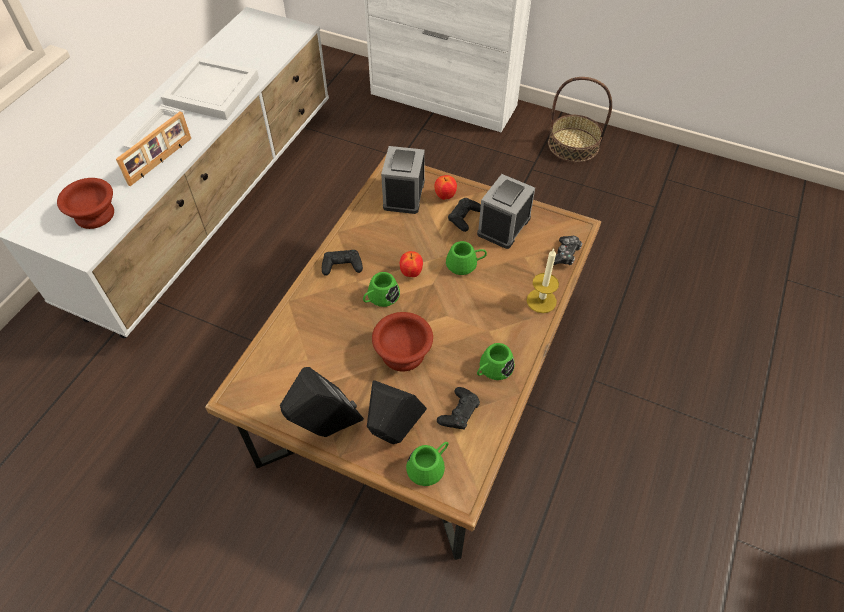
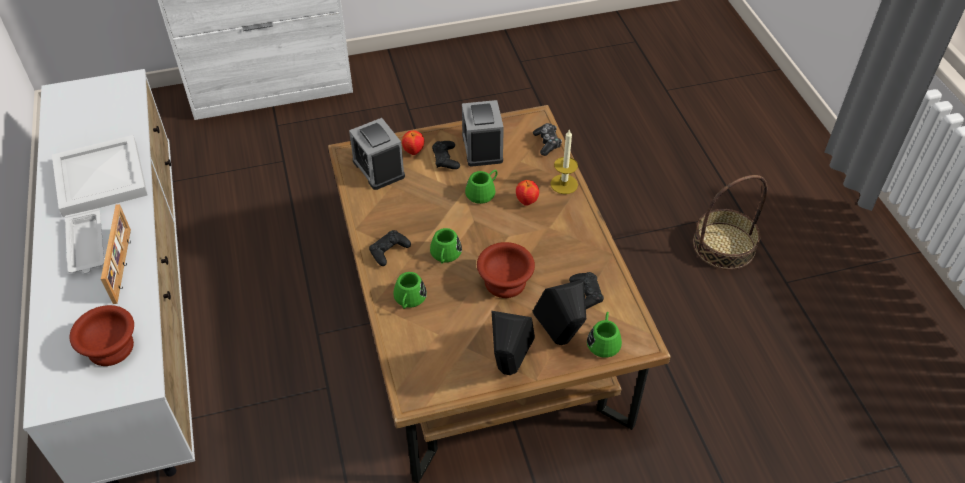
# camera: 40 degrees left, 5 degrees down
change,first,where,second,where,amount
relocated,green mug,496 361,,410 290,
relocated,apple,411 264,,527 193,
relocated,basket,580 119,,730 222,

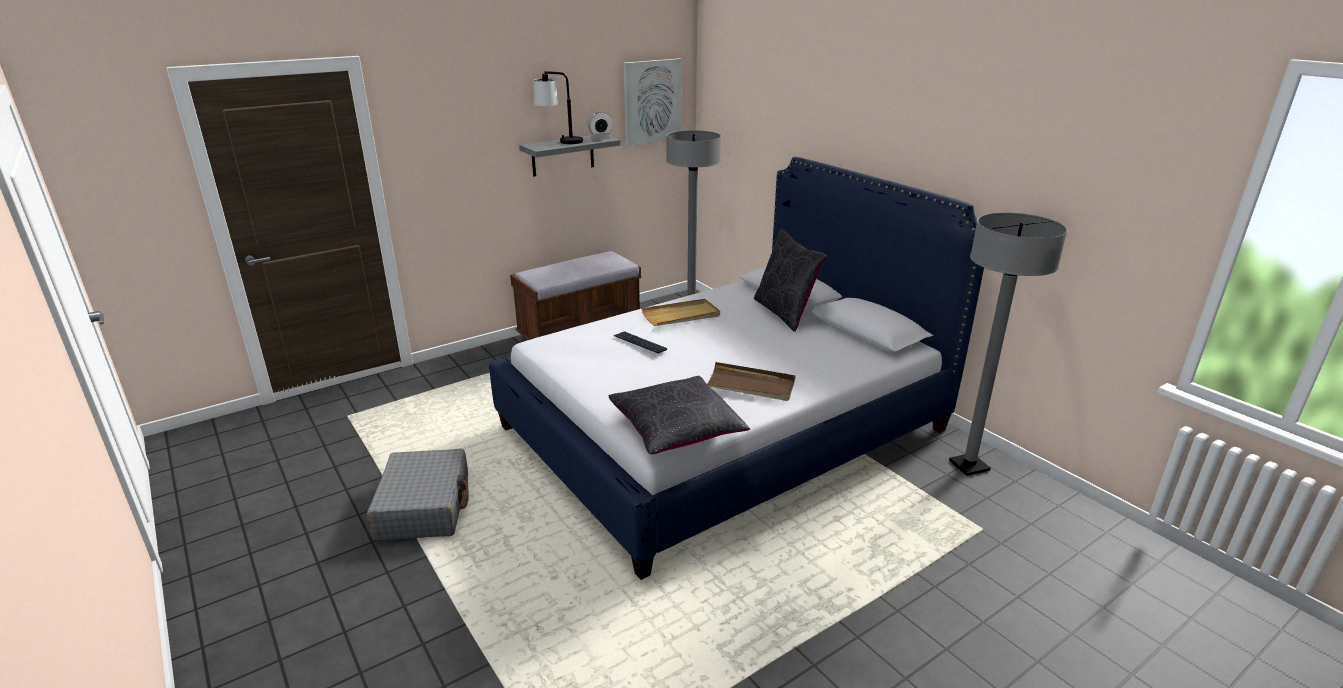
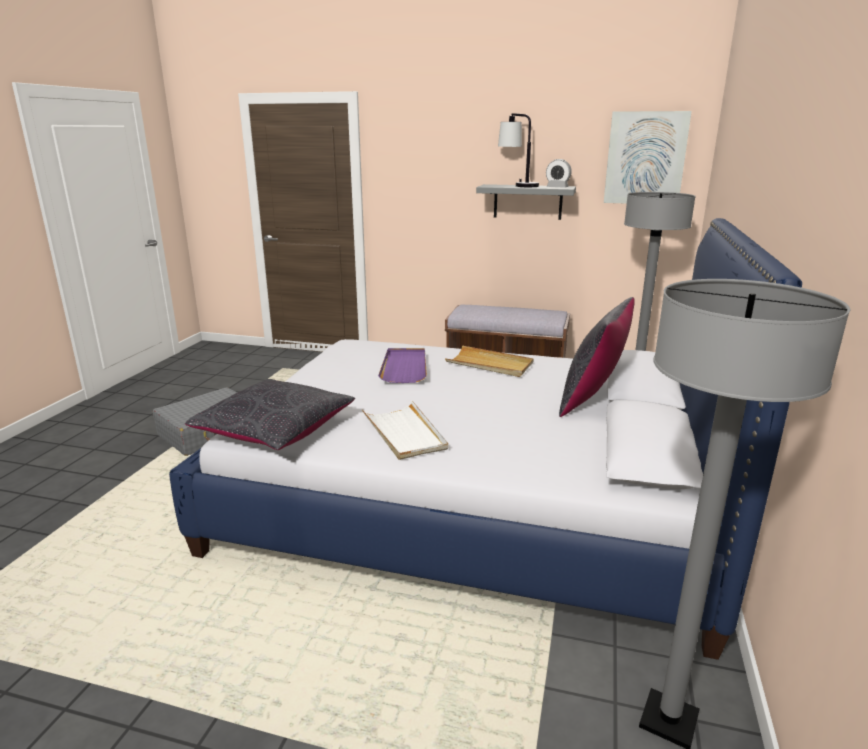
# camera: 50 degrees right, 5 degrees down
change,first,where,second,where,amount
colour,brown tray,751 381,white tray,405 430,
exchanged,keyboard,640 342,purple tray,402 365,

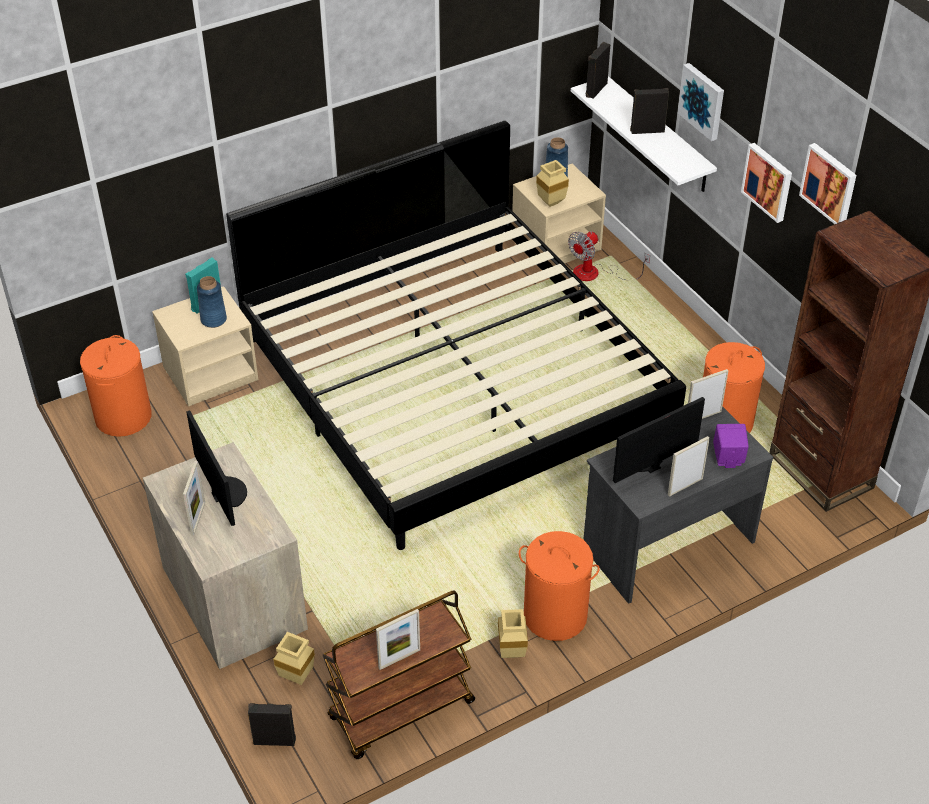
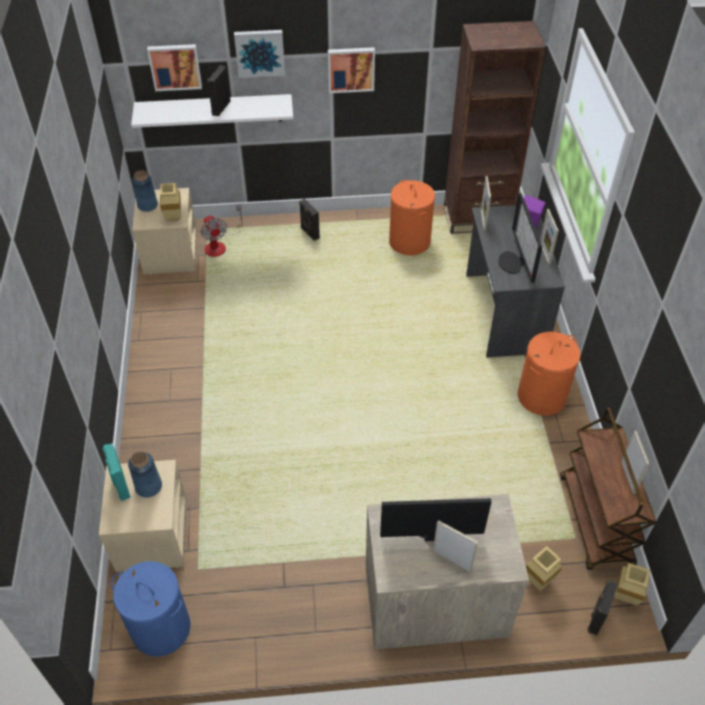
# camera: 65 degrees left, 5 degrees up
change,first,where,second,where,amount
colour,orange laundry basket,116 386,blue laundry basket,151 609,
relocated,picture,828 183,,174 67,
relocated,black speaker,598 70,,309 220,
relocated,beige vase,513 633,,632 584,
missing,bed,456 335,,,

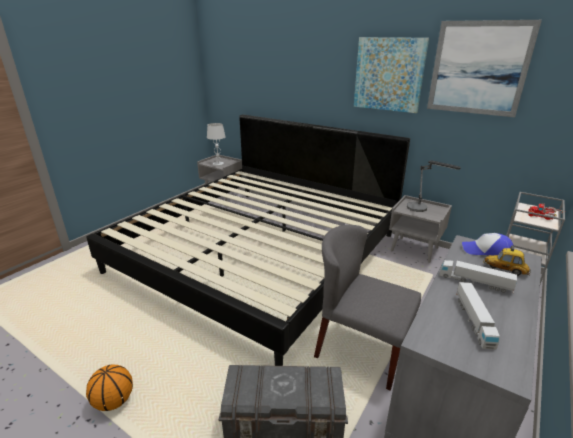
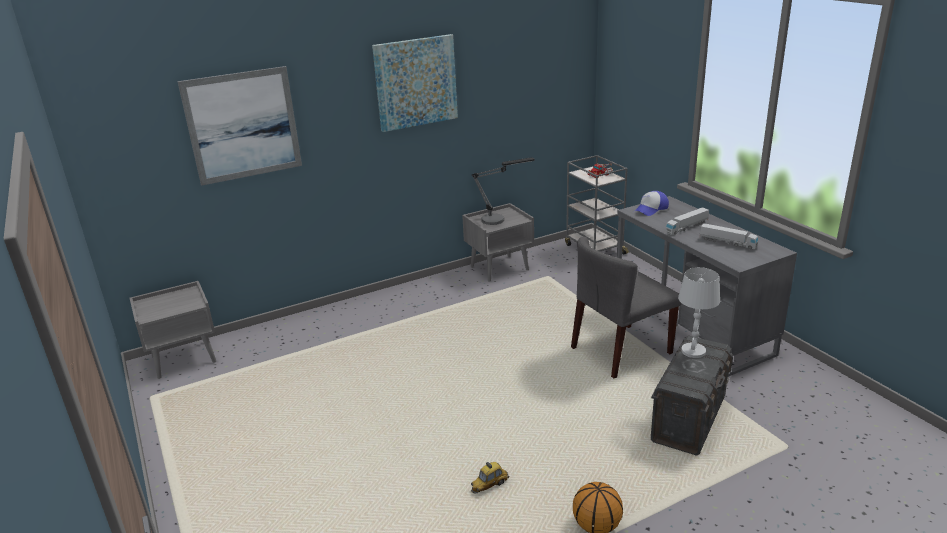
# camera: 60 degrees left, 0 degrees up
change,first,where,second,where,amount
relocated,picture,484 68,,240 126,
relocated,toy car,507 260,,490 478,
relocated,white table lamp,216 144,,699 312,
missing,bed,248 240,,,

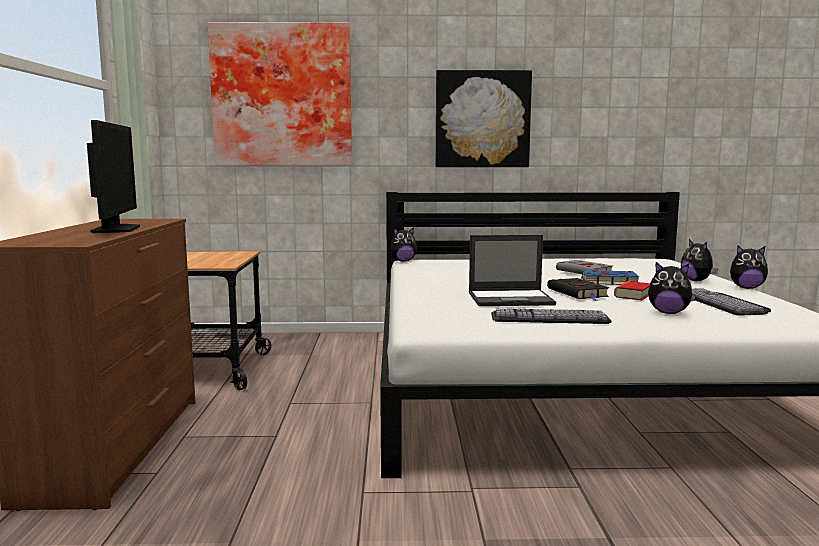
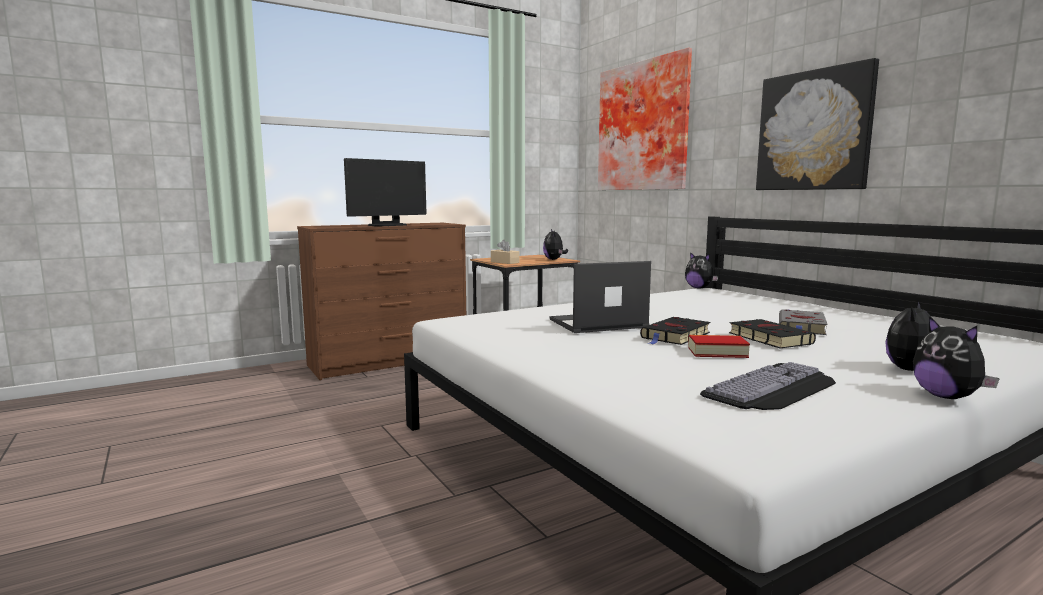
# camera: 60 degrees right, 0 degrees up
change,first,where,second,where,amount
appeared,,,beige tissue box,505 252,
relocated,plush toy,672 288,,555 244,
spun,laptop,512 270,,600 297,105 degrees clockwise
colour,blue book,609 277,black book,772 333,
missing,keyboard,551 316,,,

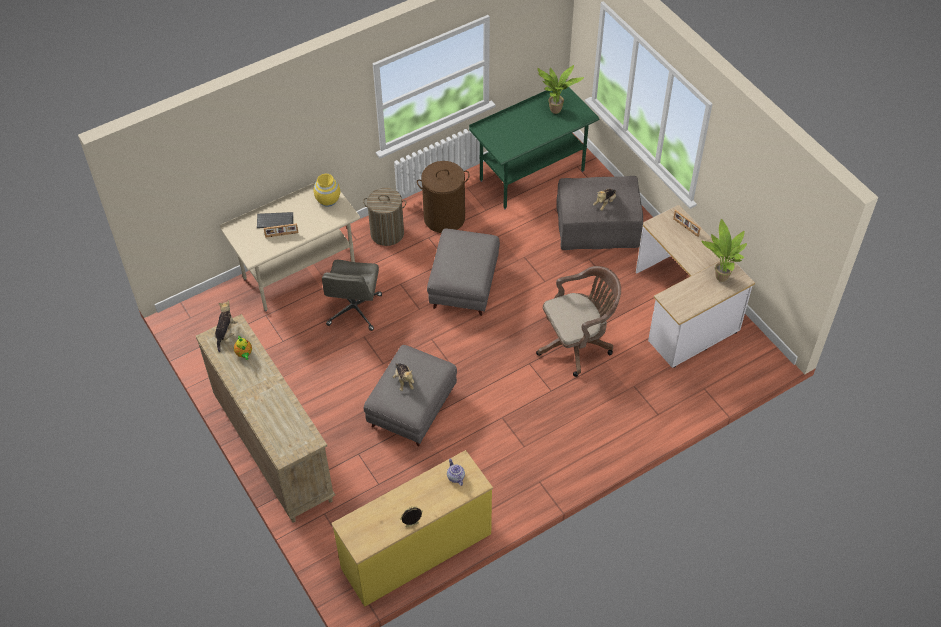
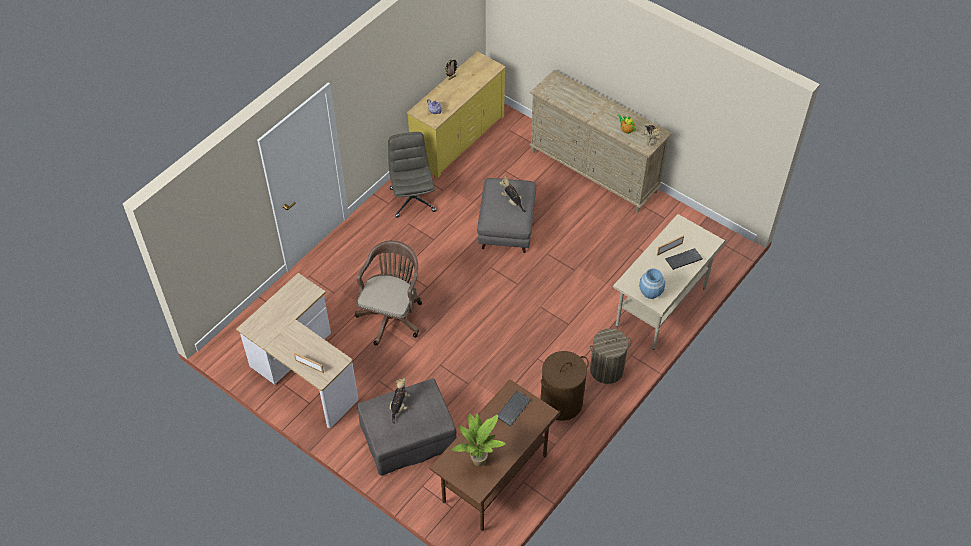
# camera: 160 degrees right, 0 degrees up
change,first,where,second,where,amount
spun,brown office chair,578 321,,388 292,150 degrees clockwise
relocated,grey office chair,352 295,,412 175,
colour,green desk,534 145,brown desk,495 455,
appeared,,,keyboard,514 408,
colour,yellow vase,326 190,blue vase,652 283,
missing,grey ottoman,463 272,,,
missing,potted plant,724 250,,,

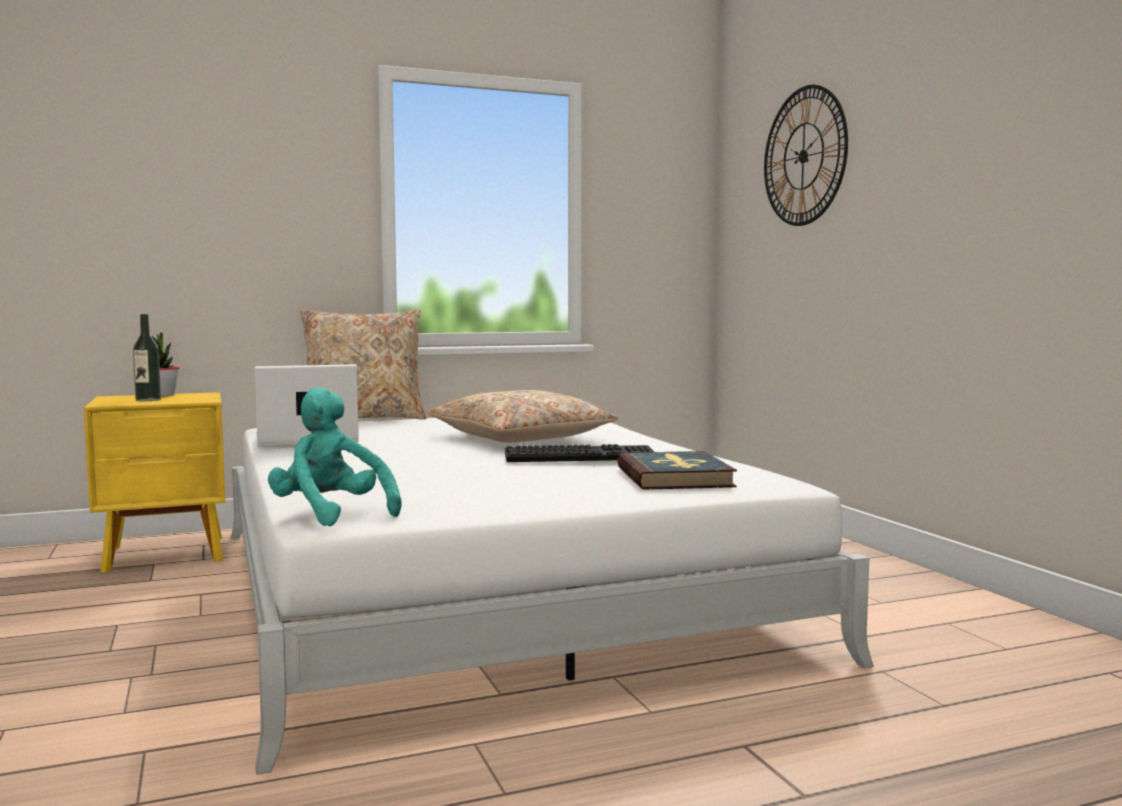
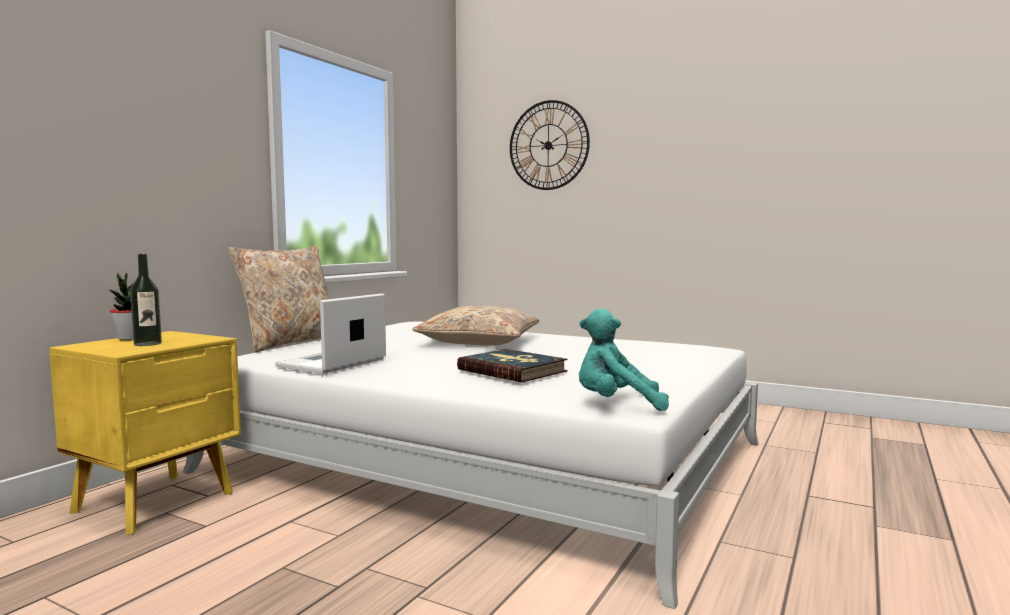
# camera: 40 degrees left, 0 degrees up
change,first,where,second,where,amount
relocated,book,677 470,,512 366,
missing,keyboard,579 453,,,

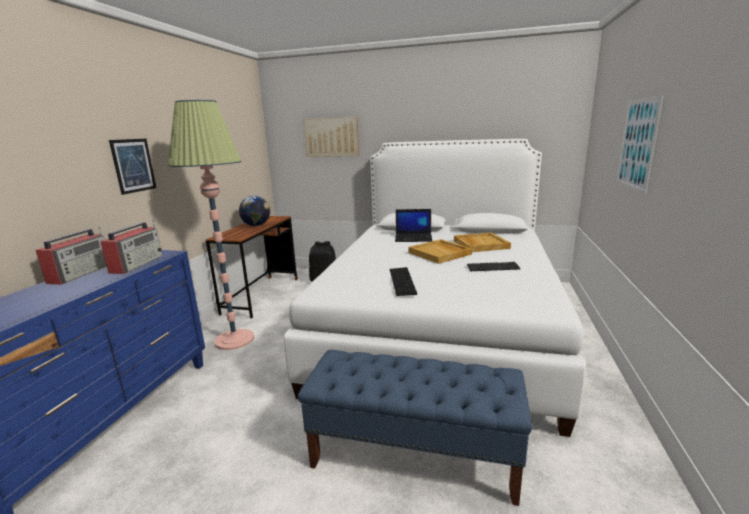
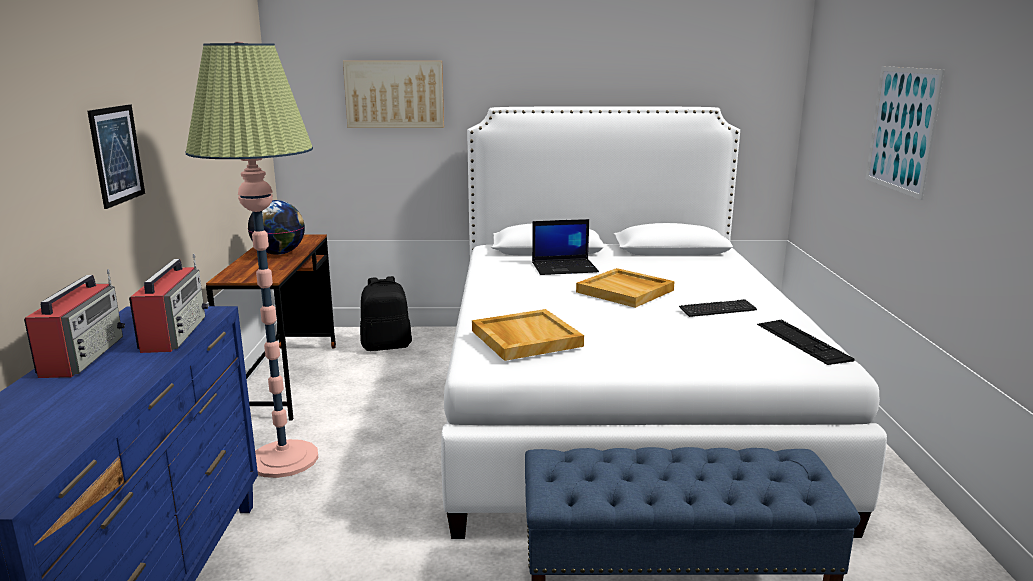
# camera: 15 degrees left, 0 degrees up
change,first,where,second,where,amount
relocated,beige tray,482 242,,528 335,
relocated,keyboard,403 281,,806 342,

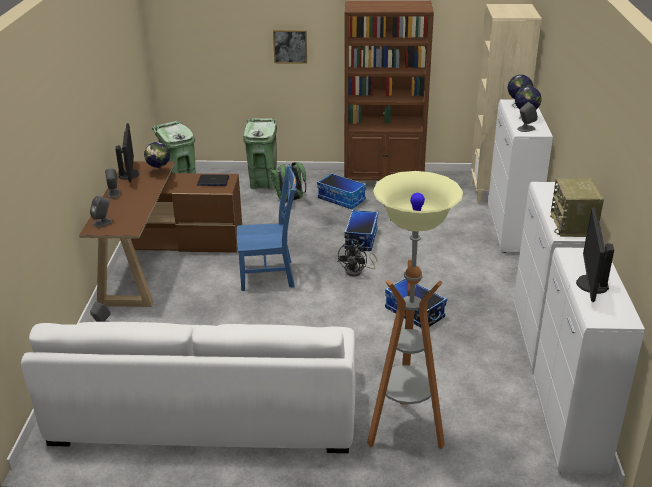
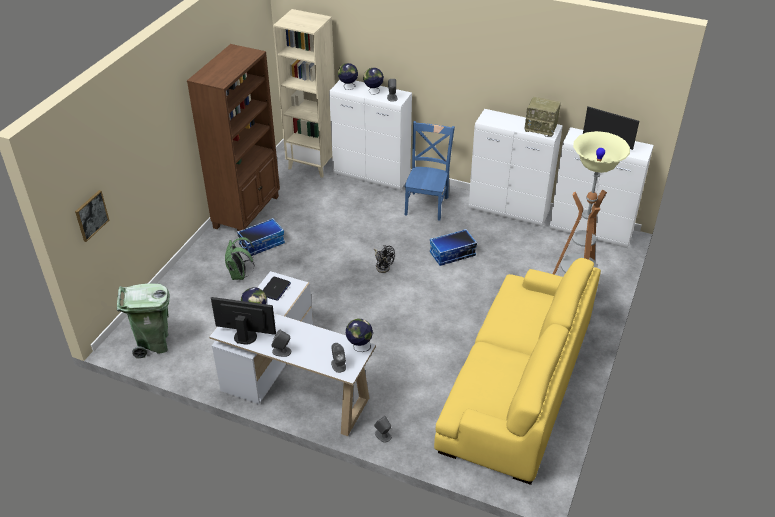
# camera: 70 degrees left, 10 degrees up
change,first,where,second,where,amount
relocated,picture,290 46,,92 216,
colour,brown desk,160 234,white desk,292 353,
appeared,,,globe,359 335,
relocated,blue chair,267 228,,429 171,
colour,white sofa,188 387,yellow sofa,517 371,
missing,green trash can,261 154,,,
missing,storage box,361 230,,,

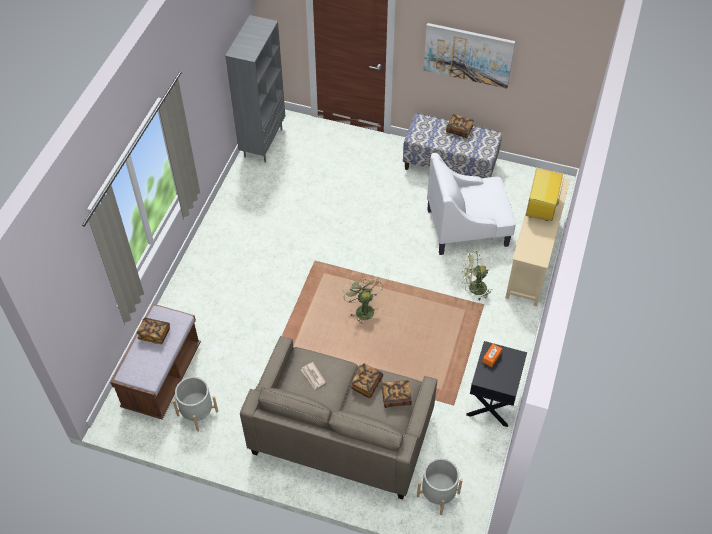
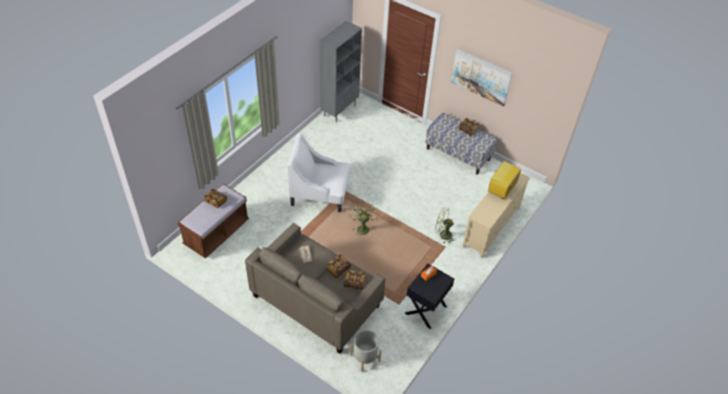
# camera: 15 degrees right, 5 degrees down
change,first,where,second,where,amount
relocated,white armchair,471 204,,318 172,
missing,grey planter,195 404,,,

